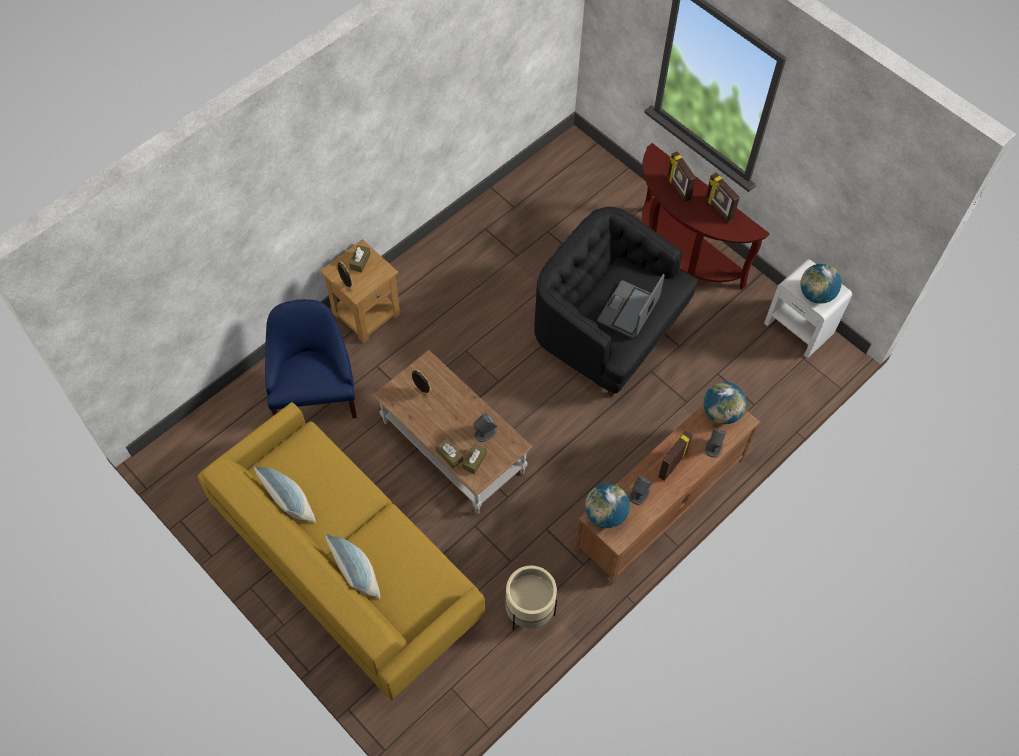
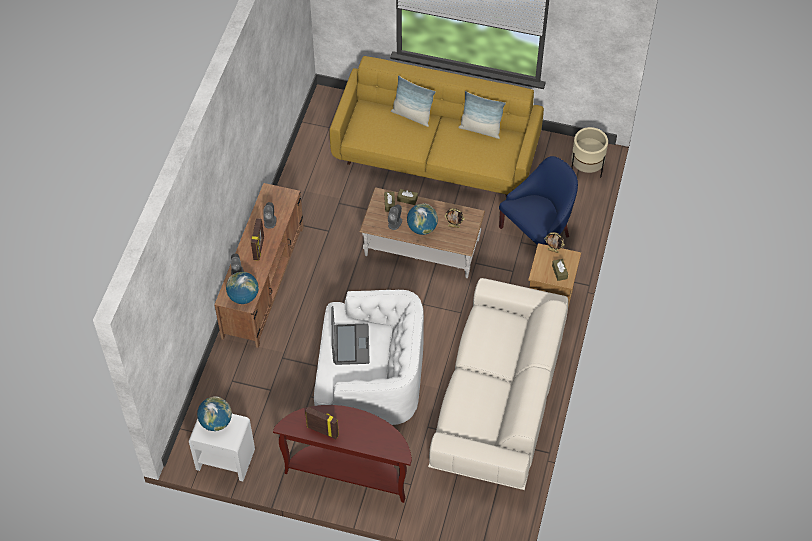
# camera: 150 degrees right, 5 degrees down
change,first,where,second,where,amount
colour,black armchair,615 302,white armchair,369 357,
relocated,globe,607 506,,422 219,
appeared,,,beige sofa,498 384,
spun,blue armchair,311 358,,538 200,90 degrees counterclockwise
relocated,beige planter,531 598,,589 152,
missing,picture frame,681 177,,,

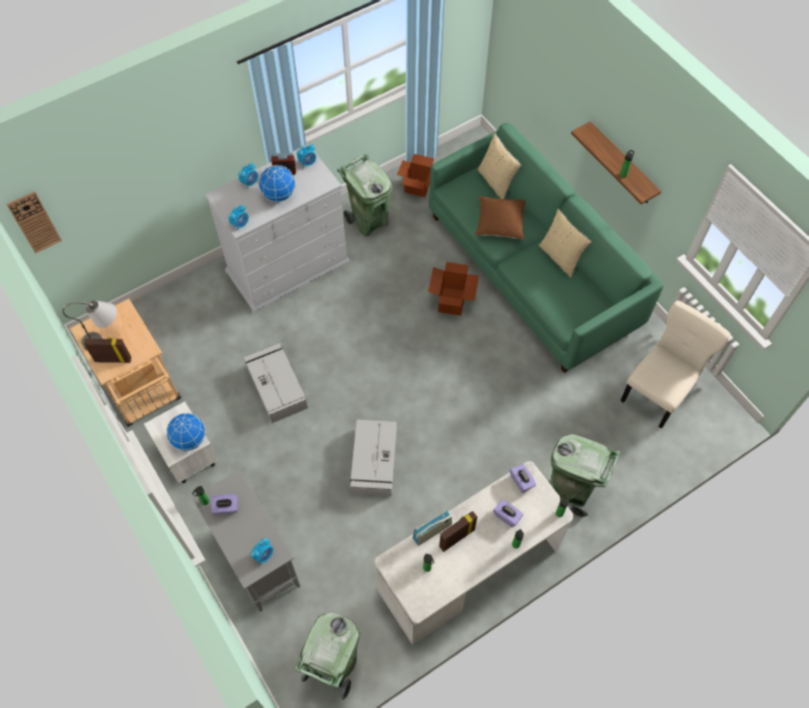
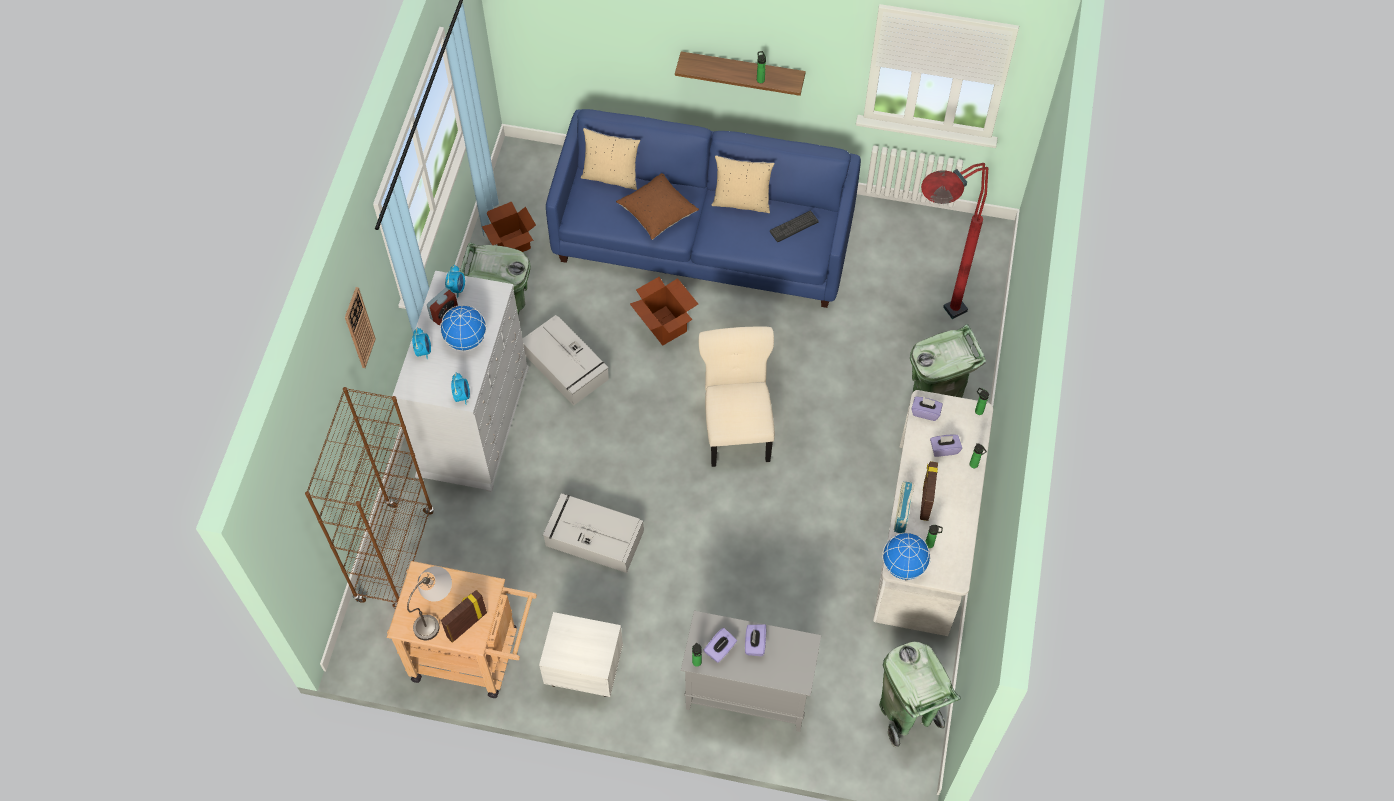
# camera: 45 degrees left, 0 degrees up
change,first,where,second,where,amount
appeared,,,brown bookcase,369 498,
relocated,wall clock,34 222,,360 327,
relocated,grey storage box,373 458,,565 360,
colour,green sofa,546 248,blue sofa,703 208,
relocated,beige chair,676 365,,737 396,
appeared,,,purple tissue box,755 640,
appeared,,,keyboard,794 226,
relocated,globe,186 432,,906 556,
appeared,,,red floor lamp,954 241,
missing,alarm clock,261 551,,,

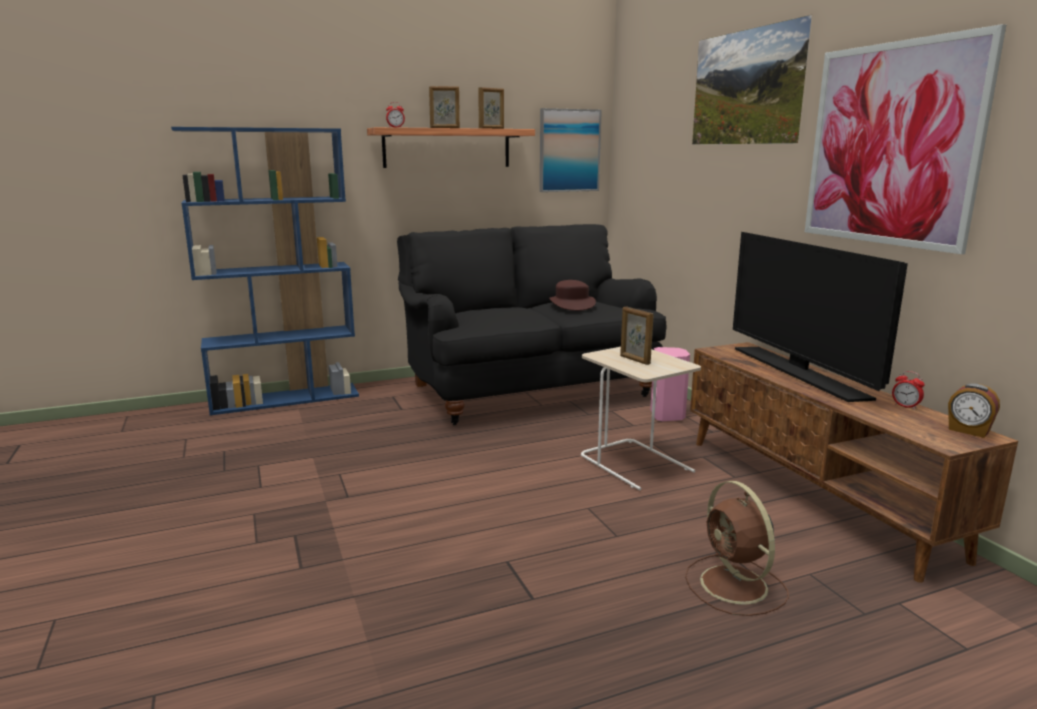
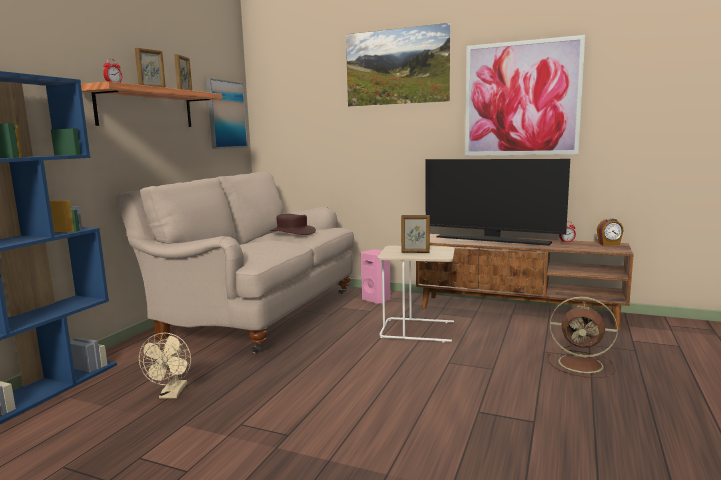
# camera: 45 degrees left, 5 degrees down
change,first,where,second,where,amount
colour,black sofa,532 324,beige sofa,235 263,
appeared,,,beige fan,165 366,

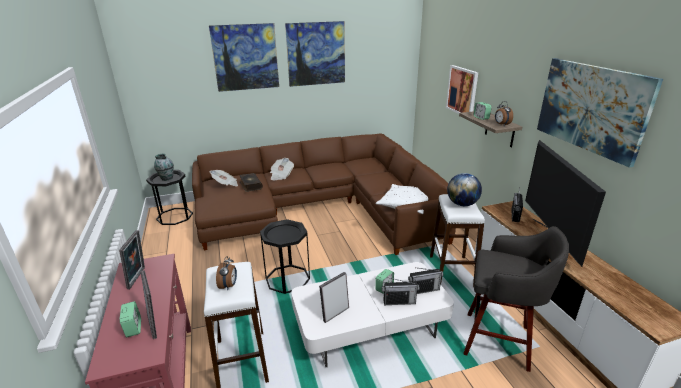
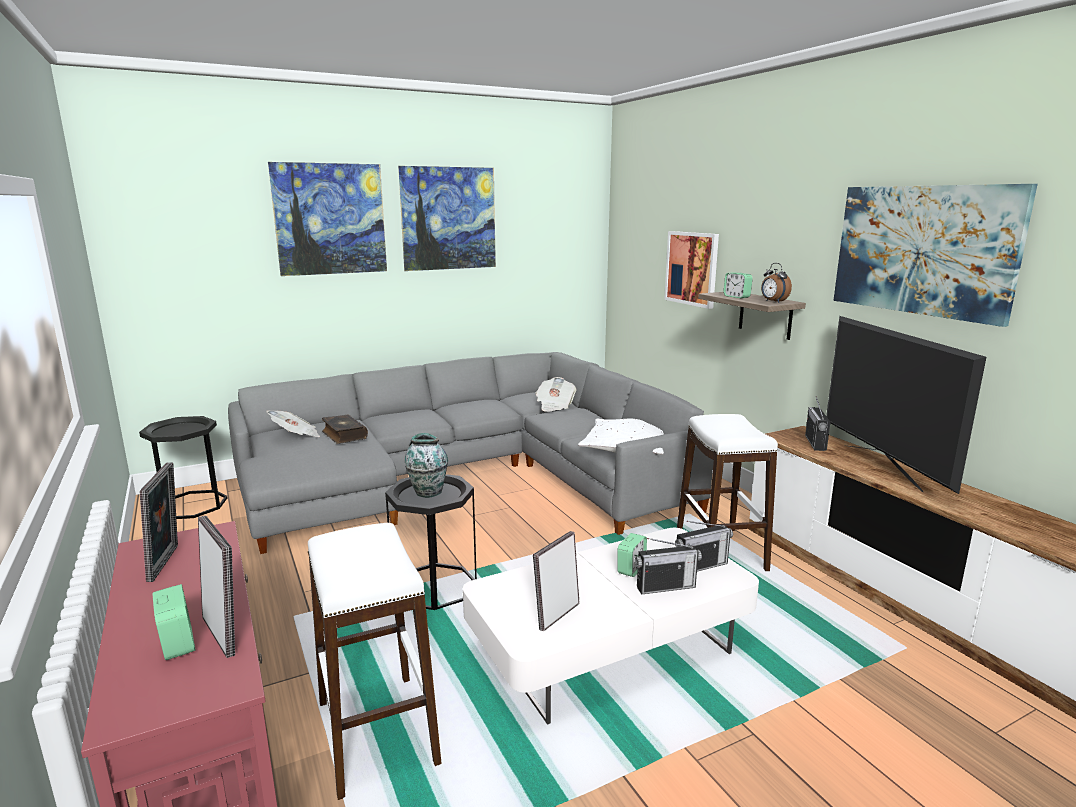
# camera: 10 degrees left, 10 degrees down
change,first,where,second,where,amount
colour,brown sofa,324 194,grey sofa,471 453,
relocated,vase,164 167,,426 465,
relocated,newspaper,282 169,,556 394,
missing,alarm clock,226 273,,,
missing,globe,464 189,,,
missing,grey stool,516 299,,,

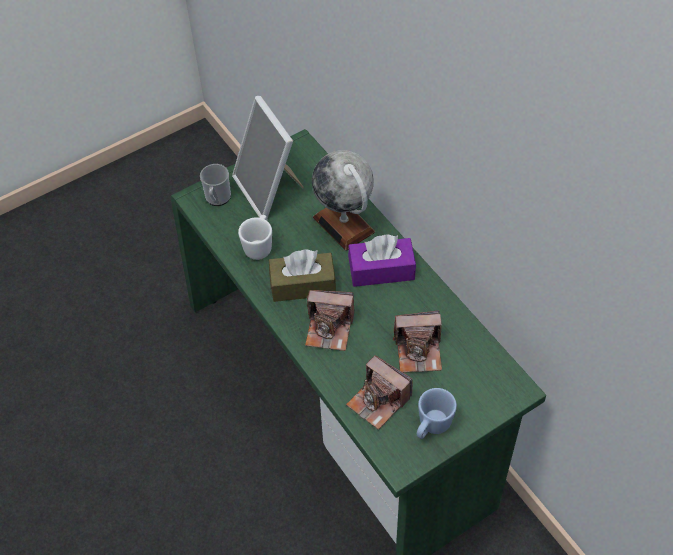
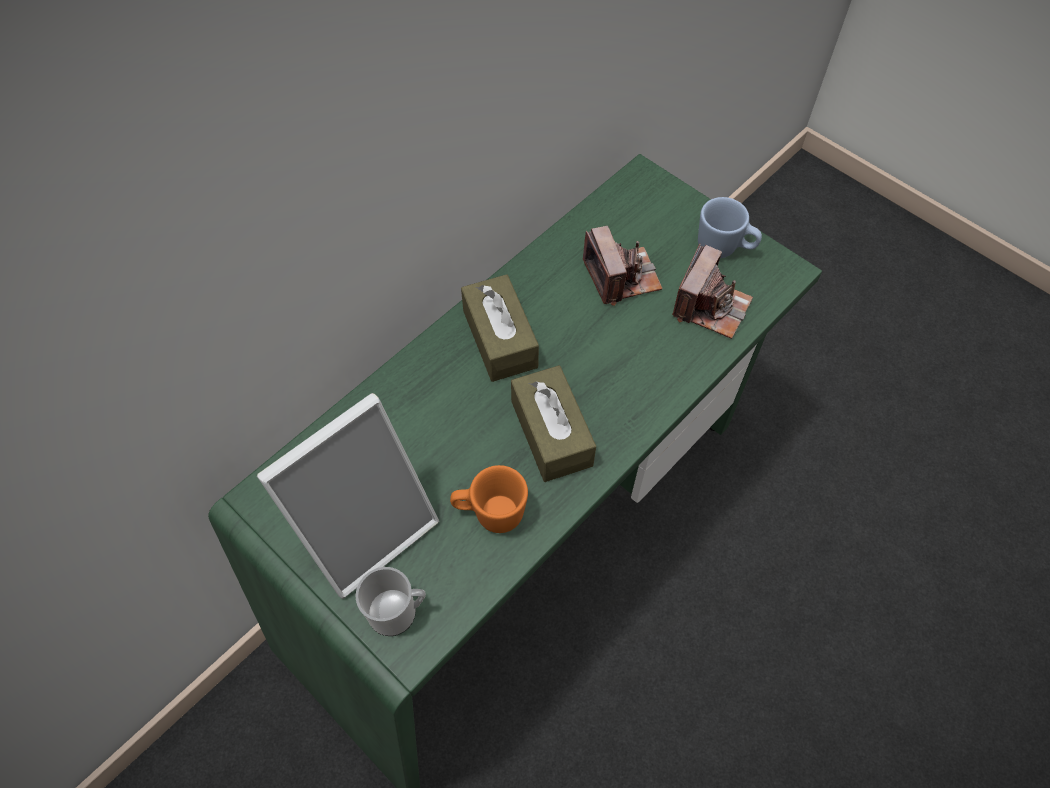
# camera: 105 degrees left, 5 degrees up
change,first,where,second,where,amount
colour,white mug,255 237,orange mug,489 499,
colour,purple tissue box,382 260,brown tissue box,500 328,
missing,photo camera,330 320,,,
missing,globe,343 200,,,

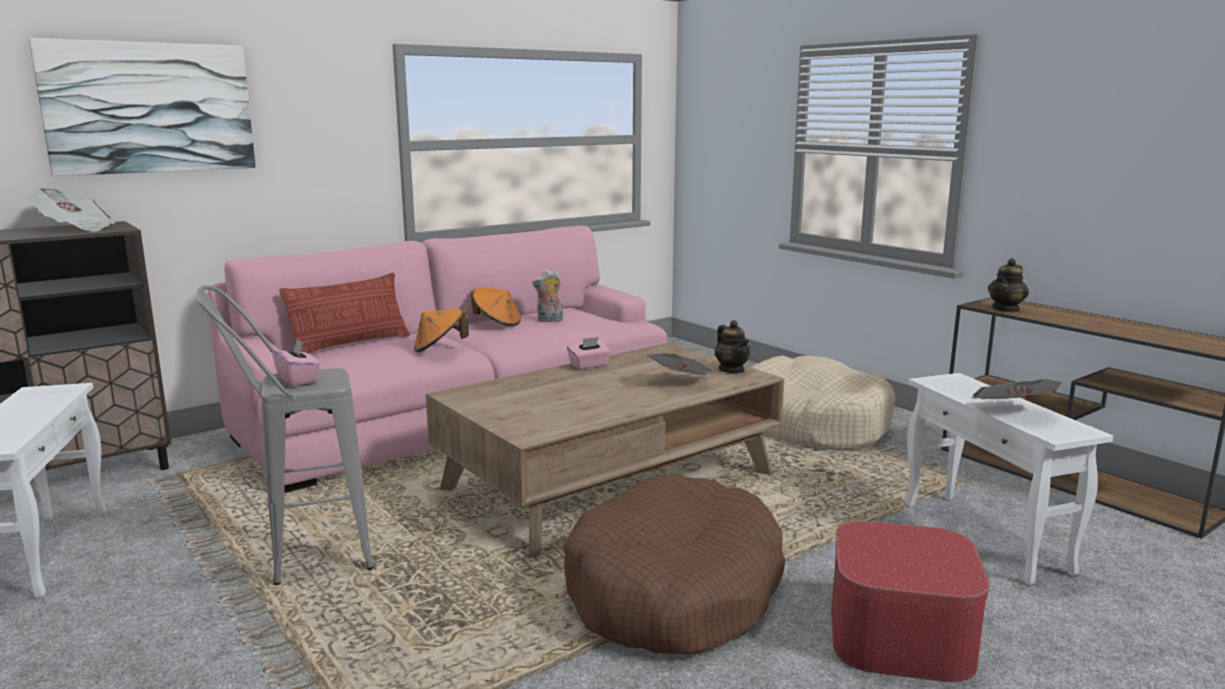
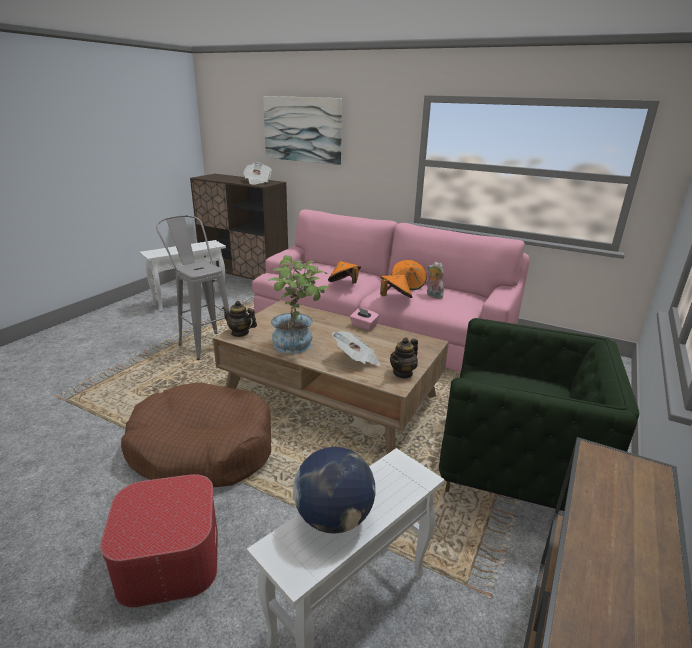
# camera: 65 degrees right, 10 degrees up
change,first,where,second,where,amount
relocated,teapot,1008 285,,239 319,
appeared,,,potted plant,298 304,
exchanged,newspaper,1016 389,globe,334 490,
appeared,,,orange hat,396 286,
exchanged,beige dog bed,823 403,green armchair,539 414,
missing,pink tissue box,296 362,,,
missing,pillow,345 313,,,

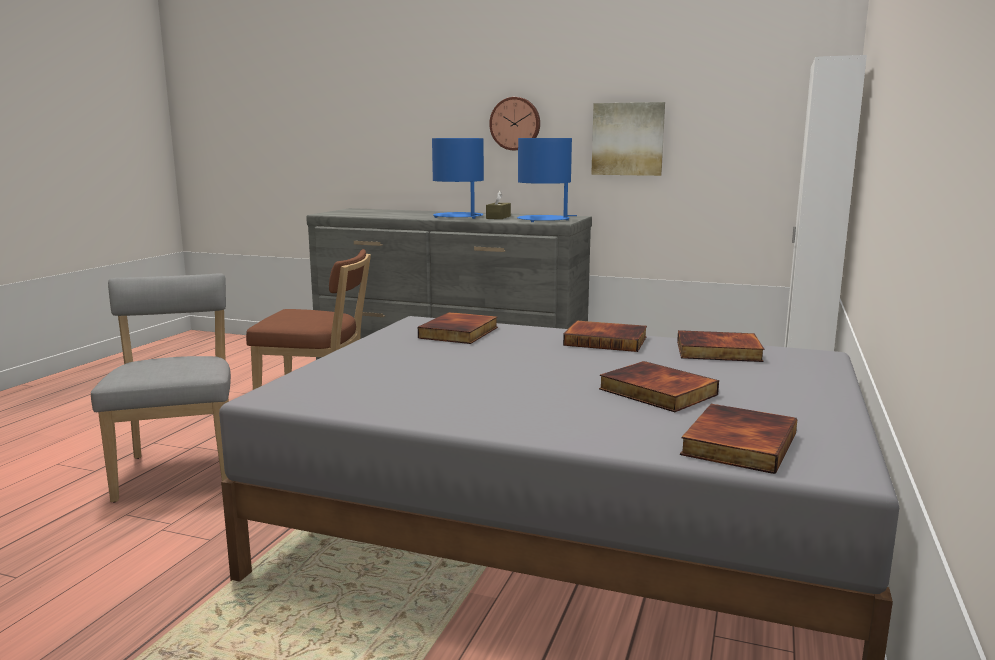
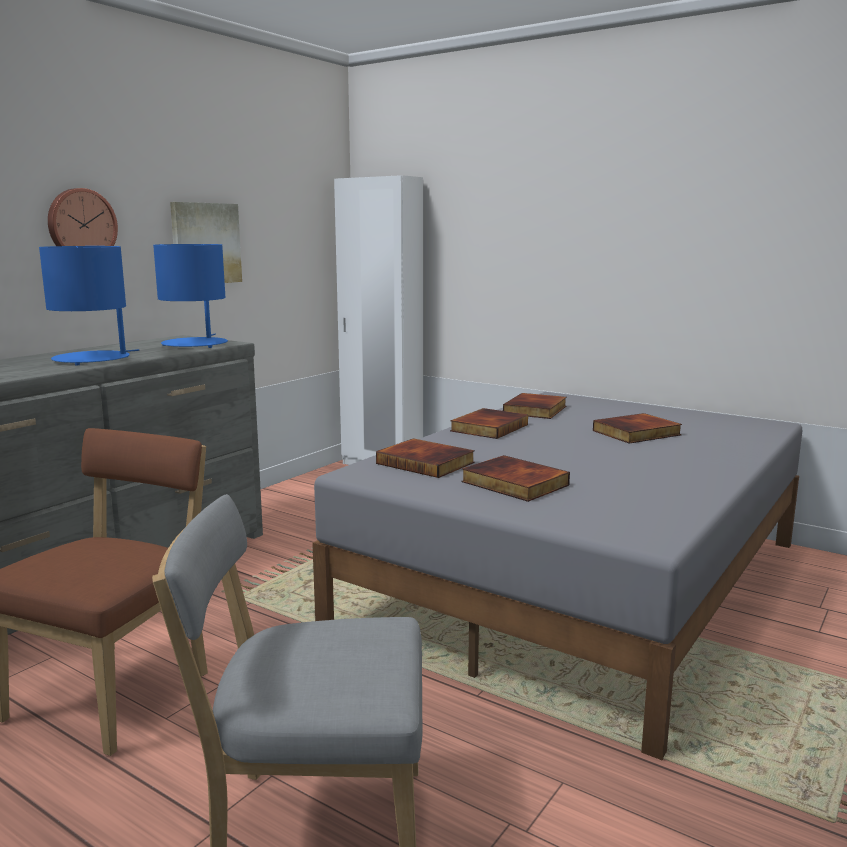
# camera: 75 degrees left, 0 degrees up
change,first,where,second,where,amount
relocated,book,738 439,,515 478,
missing,brown tissue box,498 205,,,

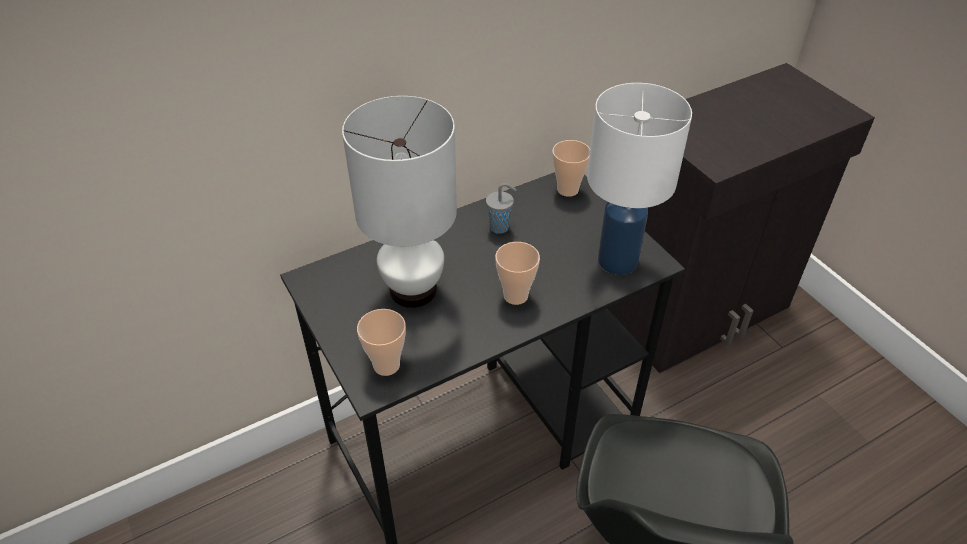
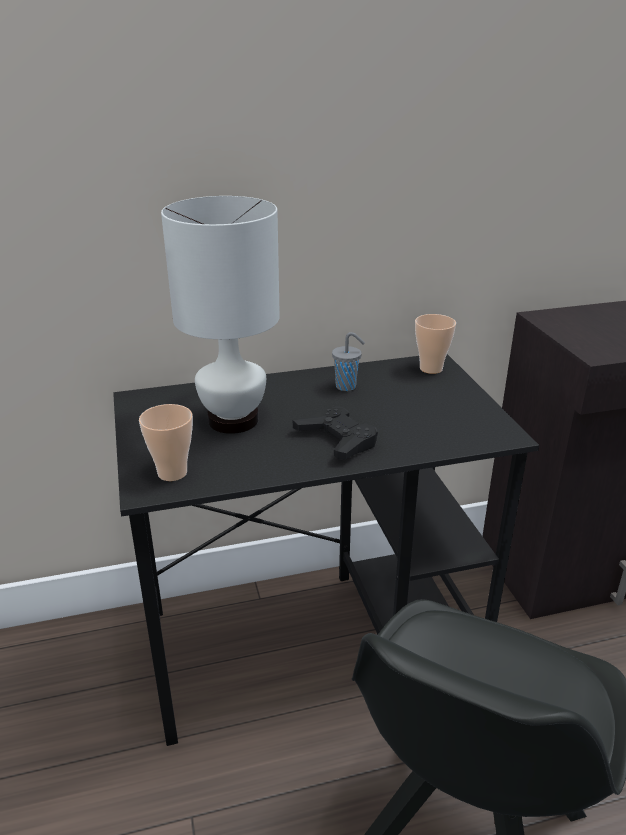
# camera: 15 degrees right, 15 degrees down
change,first,where,second,where,amount
exchanged,cup,517 273,black game controller,335 433,
missing,white table lamp,639 179,,,

